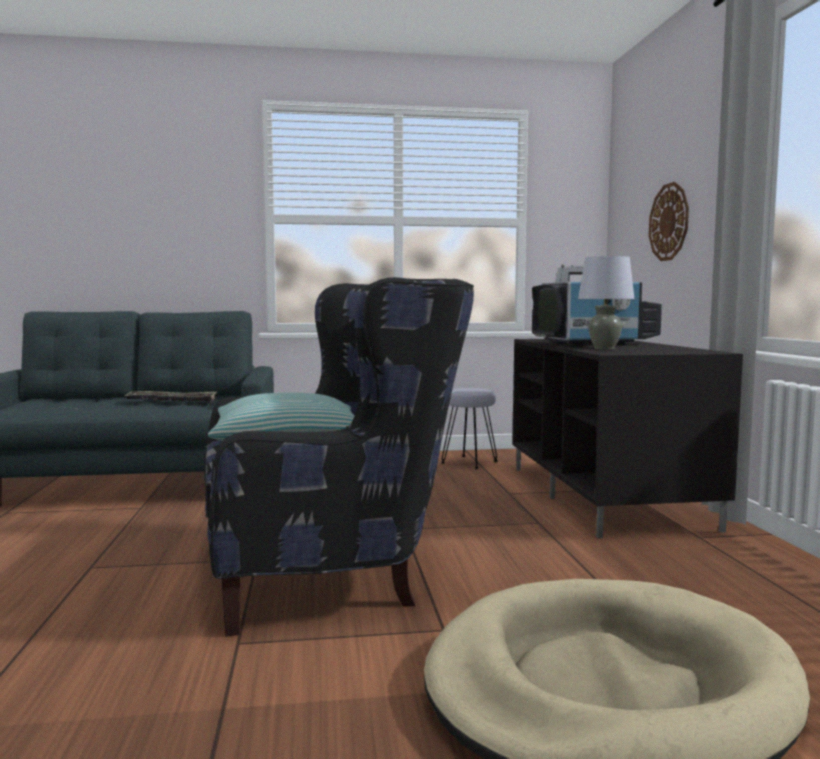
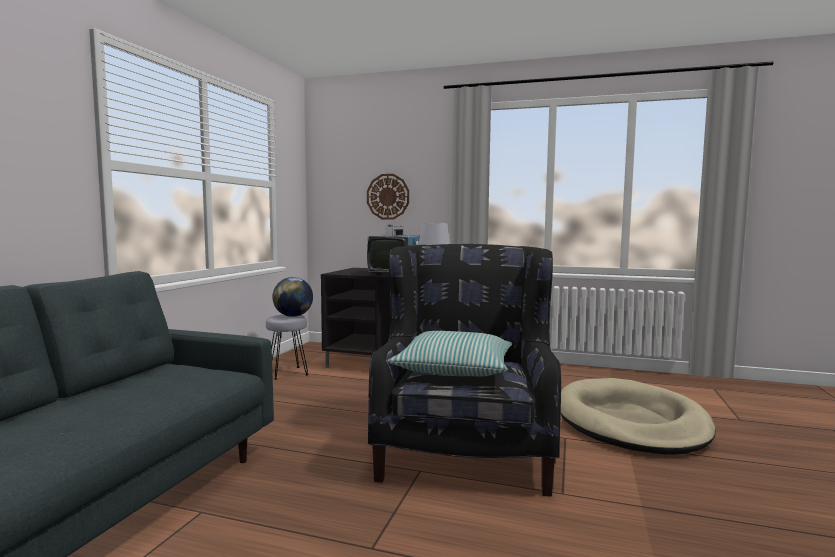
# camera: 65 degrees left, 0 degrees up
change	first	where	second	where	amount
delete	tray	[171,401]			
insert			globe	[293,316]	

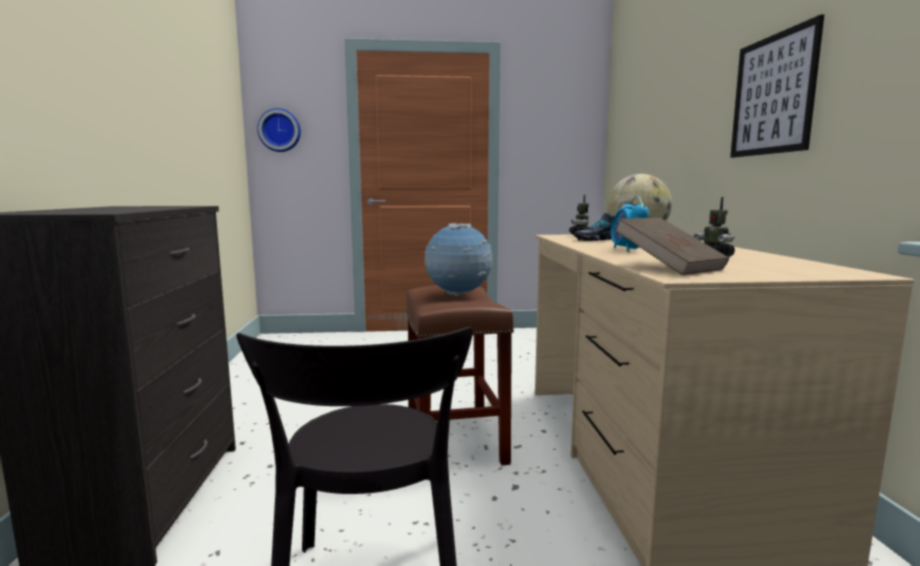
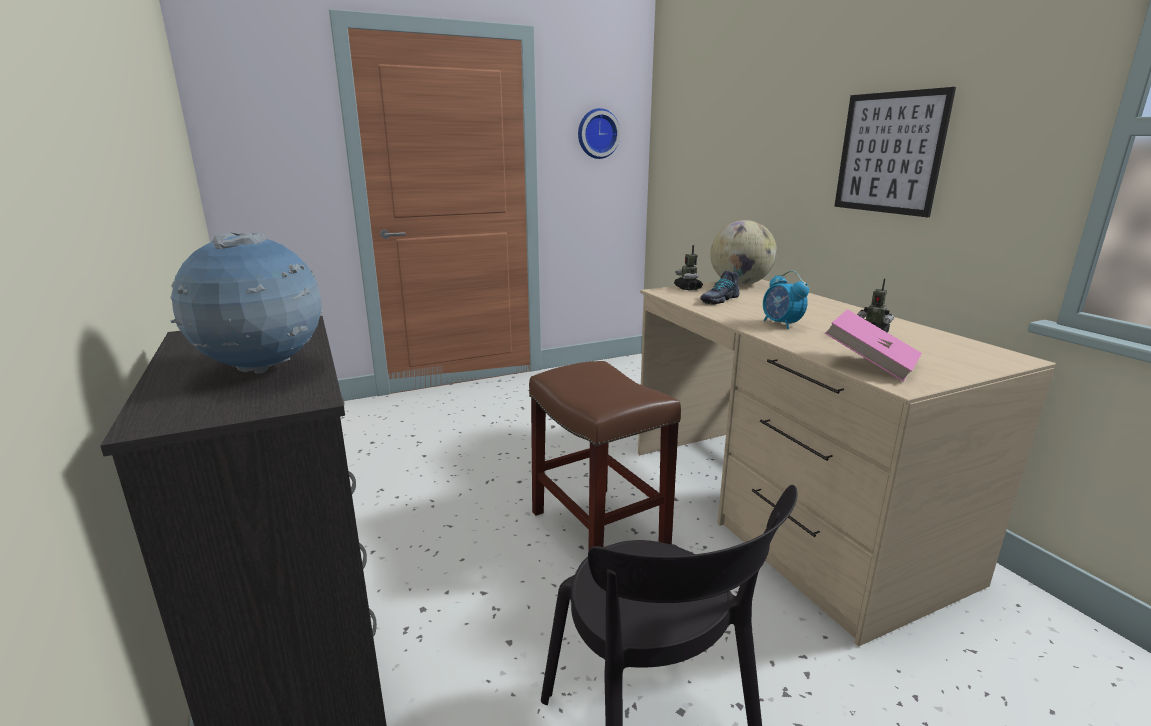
# camera: 20 degrees left, 10 degrees up
change	first	where	second	where	amount
move	wall clock	[280,130]		[597,134]	
recolor	book/brown	[669,267]	book/pink	[869,364]	
move	globe	[458,296]		[263,370]	

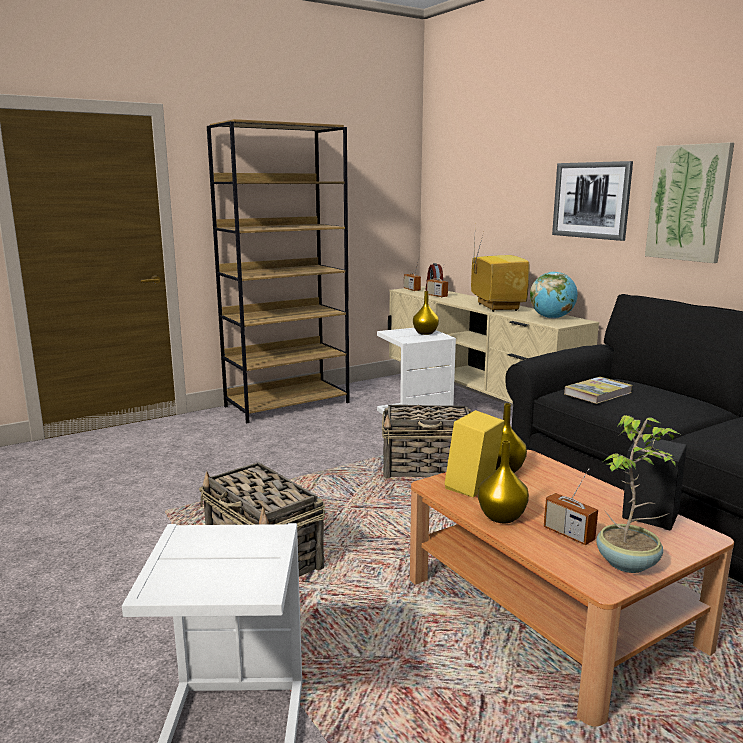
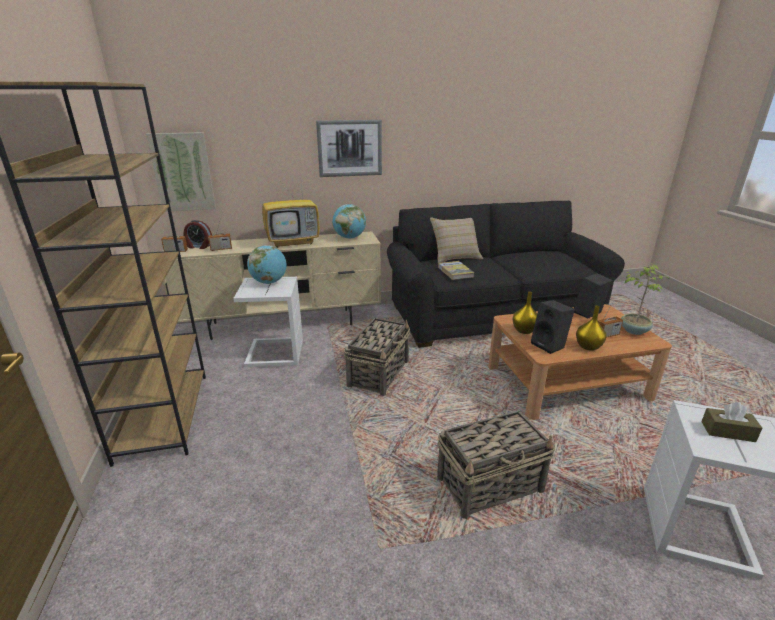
# camera: 70 degrees left, 10 degrees up
change	first	where	second	where	amount
move	picture	[688,203]		[183,172]	
rotate	television	[495,307]		[294,242]	150 degrees clockwise
replace	vase/yellow	[425,333]	globe	[269,282]	
recolor	speaker/yellow	[473,488]	speaker/black	[549,345]	
insert			pillow/beige	[455,257]	
insert			tissue box/brown	[727,431]	

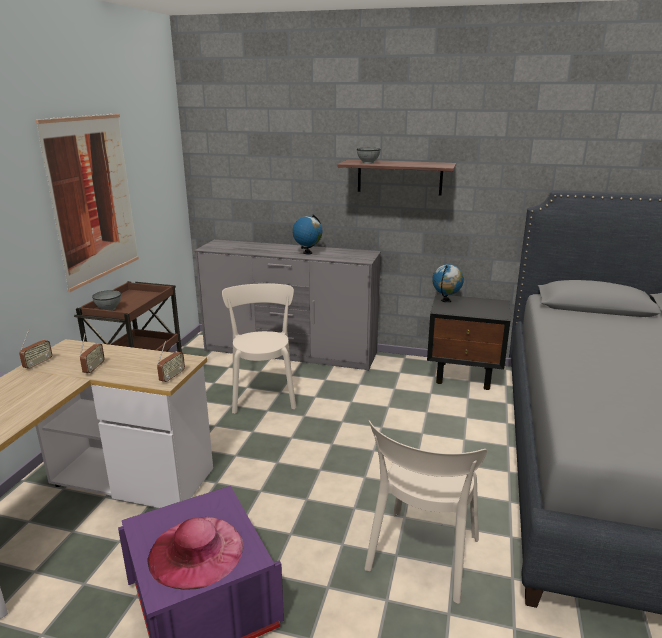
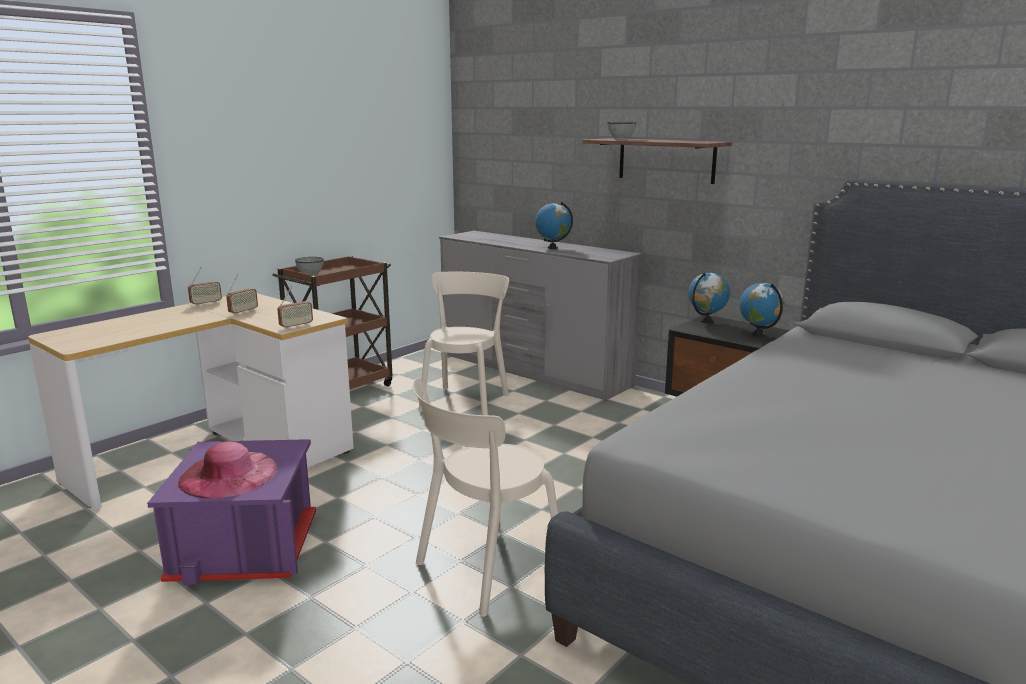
# camera: 25 degrees right, 5 degrees down
change	first	where	second	where	amount
delete	picture	[93,198]			
insert			globe	[758,334]	

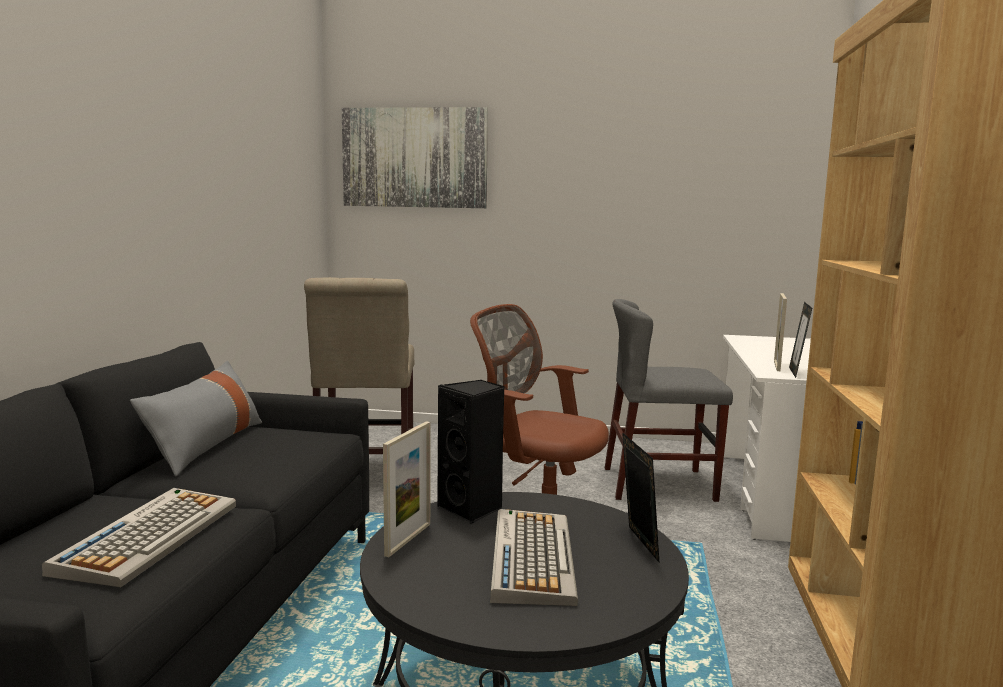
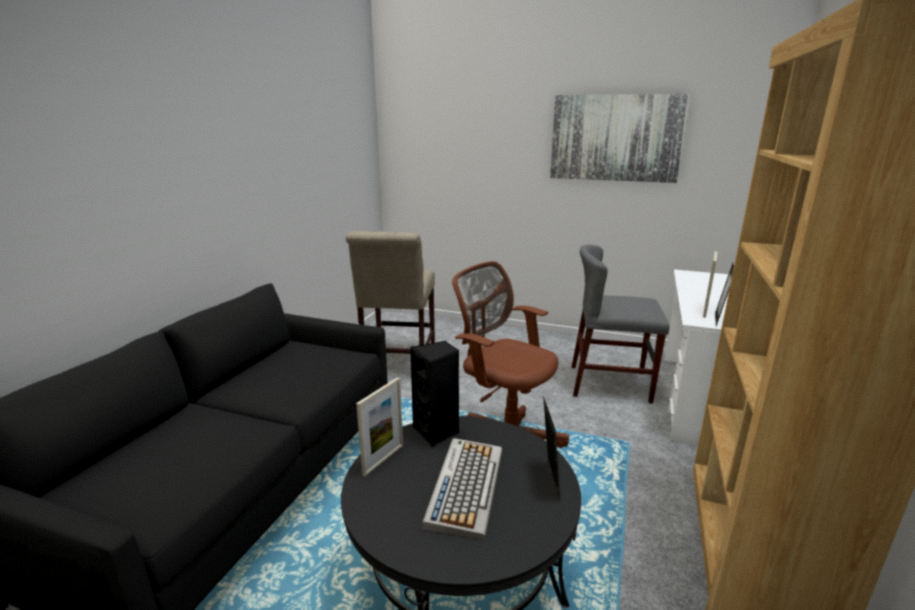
# camera: 10 degrees right, 10 degrees up
change	first	where	second	where	amount
move	picture	[414,158]		[615,138]	
delete	pillow/grey	[206,445]			
delete	keyboard	[149,536]			

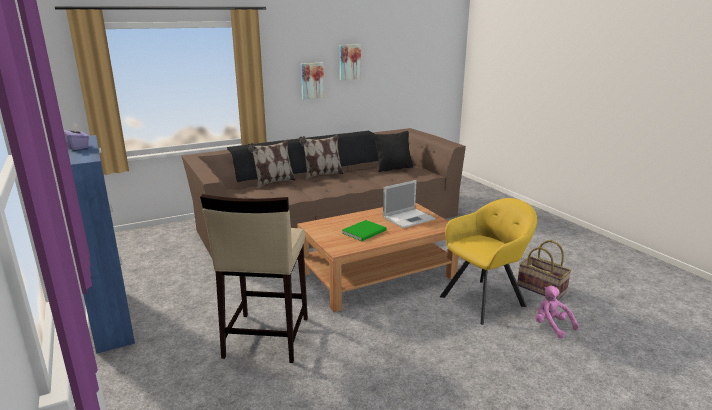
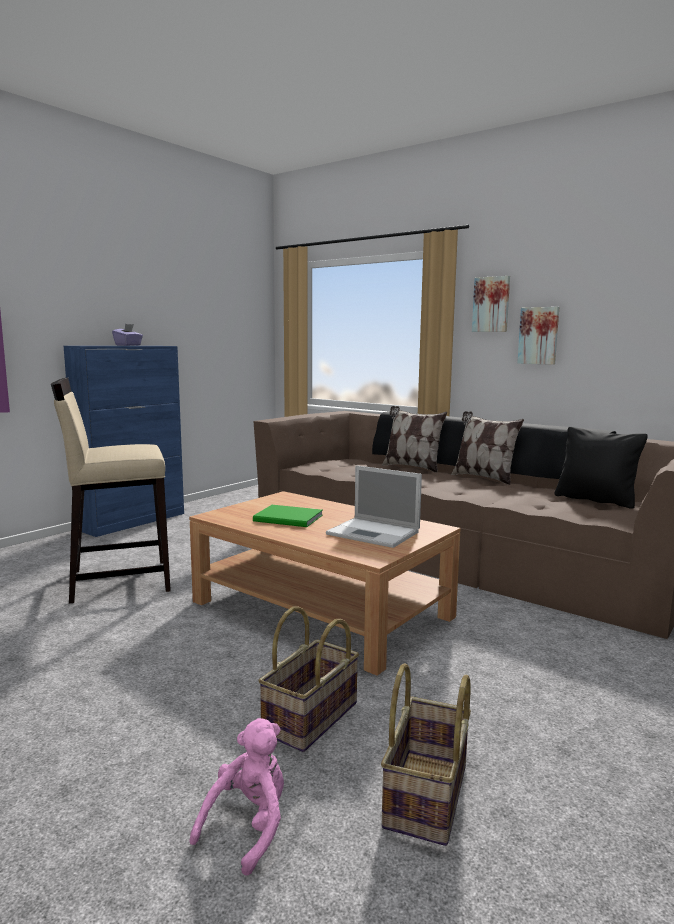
# camera: 65 degrees right, 10 degrees down
change	first	where	second	where	amount
move	picture	[349,62]		[491,304]	
replace	armchair/yellow	[485,300]	basket	[311,719]	

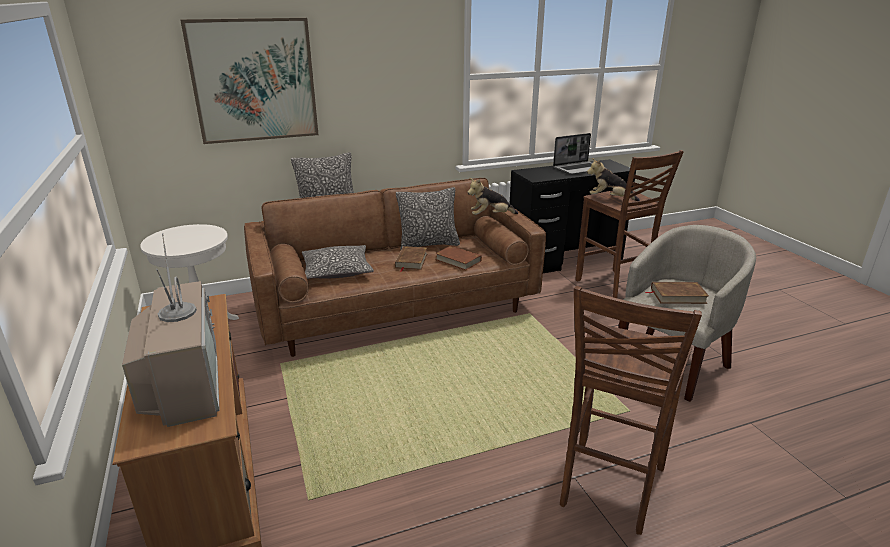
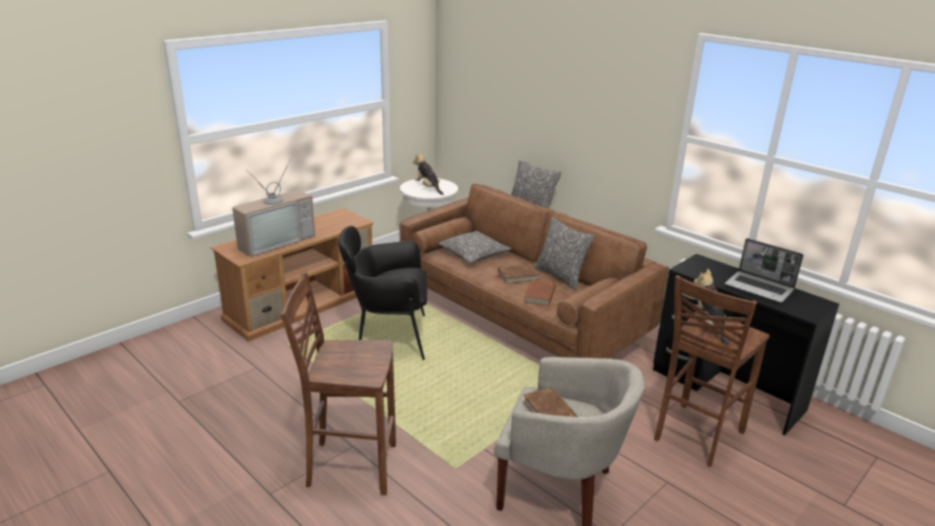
# camera: 65 degrees right, 0 degrees up
change	first	where	second	where	amount
delete	picture	[254,81]			
move	plush toy	[490,216]		[428,188]	
insert			armchair/black	[388,337]	

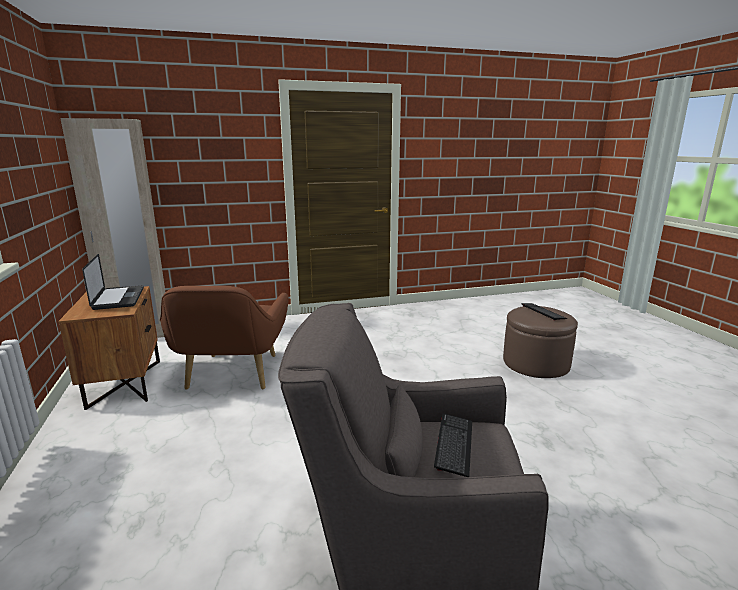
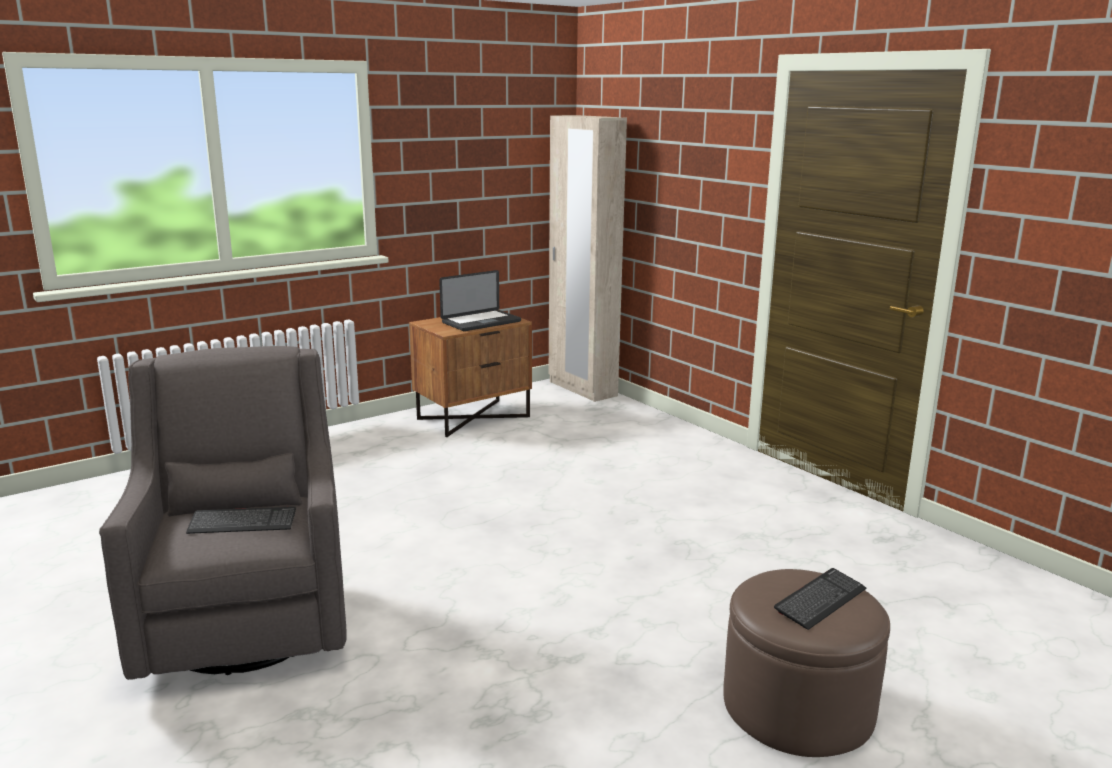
# camera: 70 degrees right, 0 degrees up
change	first	where	second	where	amount
delete	armchair/brown	[232,375]			

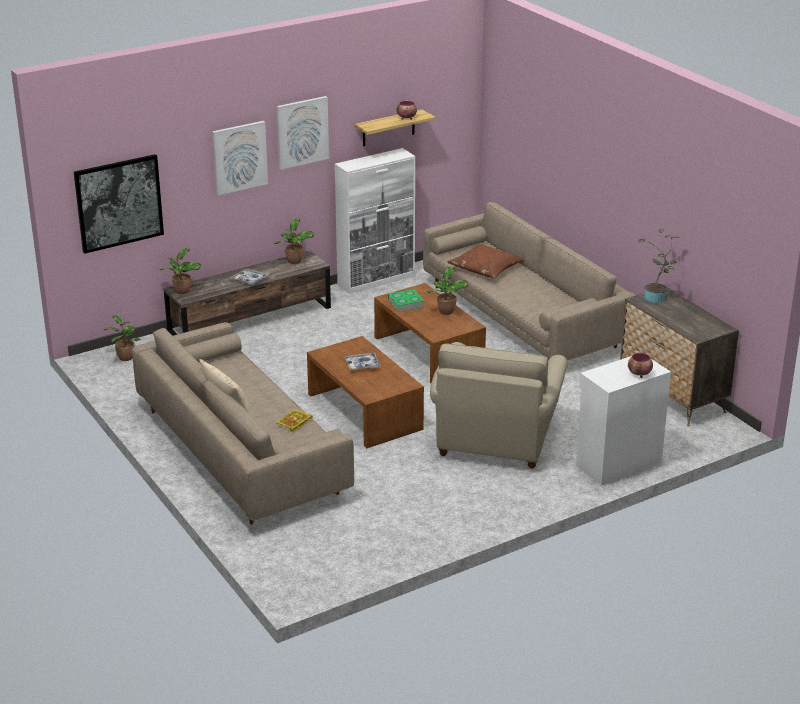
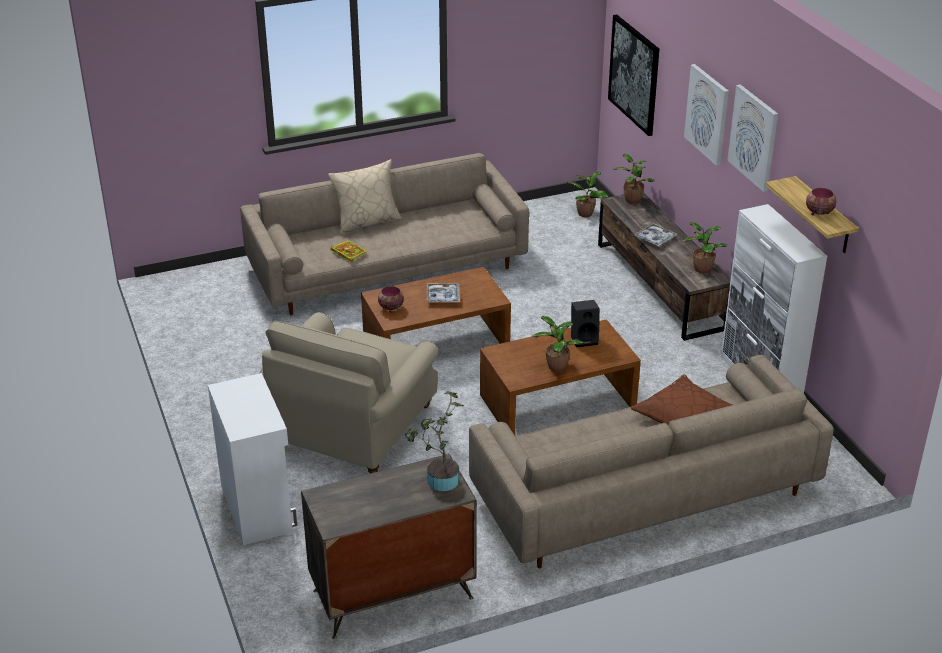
# camera: 100 degrees right, 5 degrees up
change	first	where	second	where	amount
replace	book	[405,303]	speaker/black	[584,339]	
rotate	armchair/beige	[497,435]		[354,426]	90 degrees counterclockwise
move	bowl	[639,374]		[390,308]	

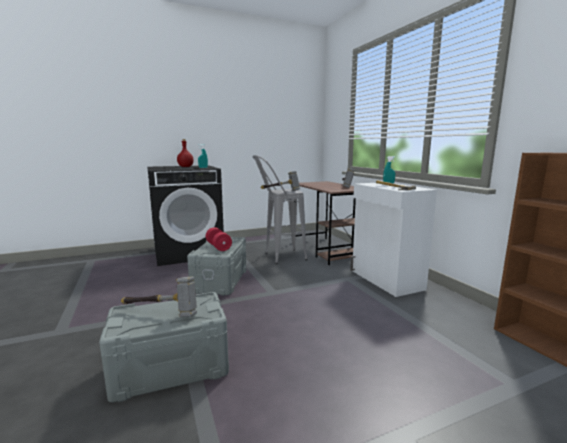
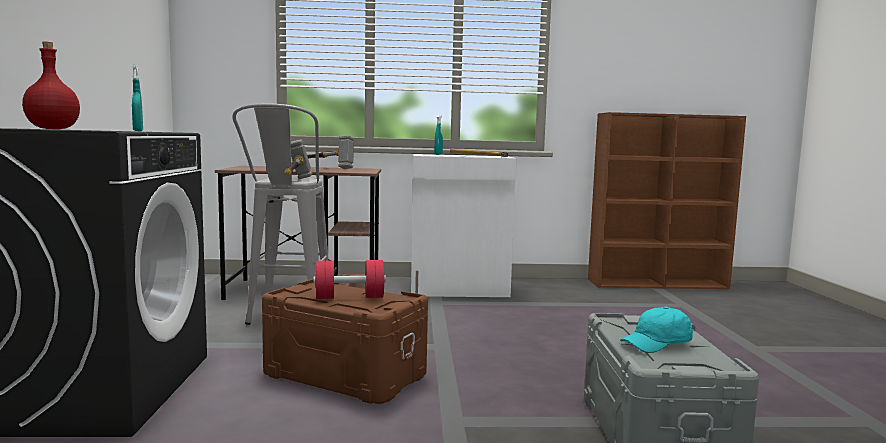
# camera: 70 degrees left, 5 degrees down
change	first	where	second	where	amount
recolor	storage box/grey	[219,281]	storage box/brown	[344,375]	
replace	hammer	[162,313]	cap/turquoise	[657,344]	

